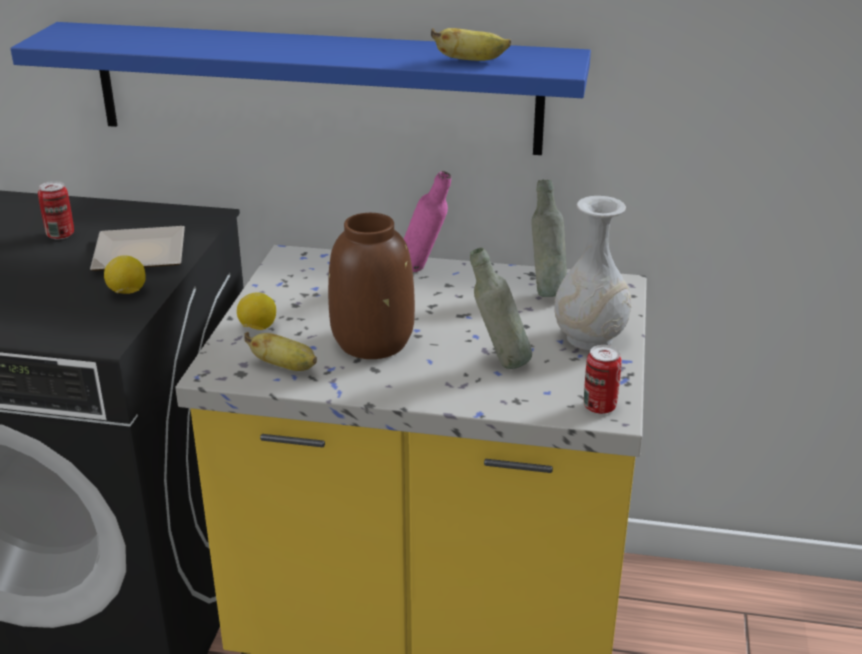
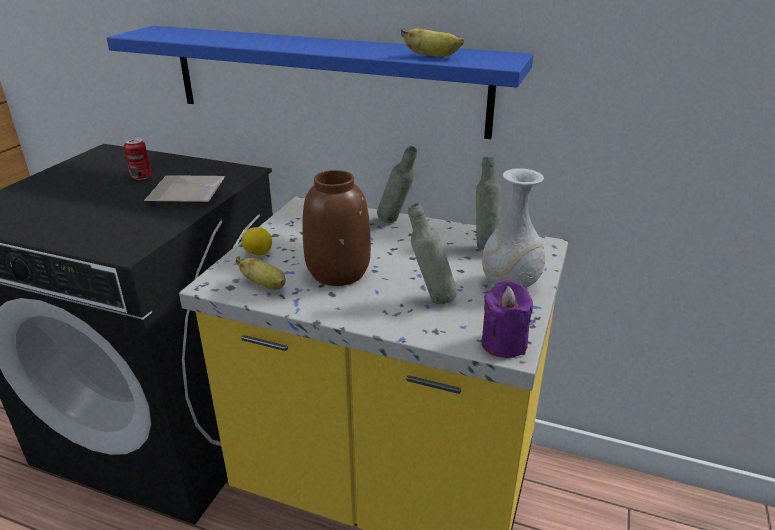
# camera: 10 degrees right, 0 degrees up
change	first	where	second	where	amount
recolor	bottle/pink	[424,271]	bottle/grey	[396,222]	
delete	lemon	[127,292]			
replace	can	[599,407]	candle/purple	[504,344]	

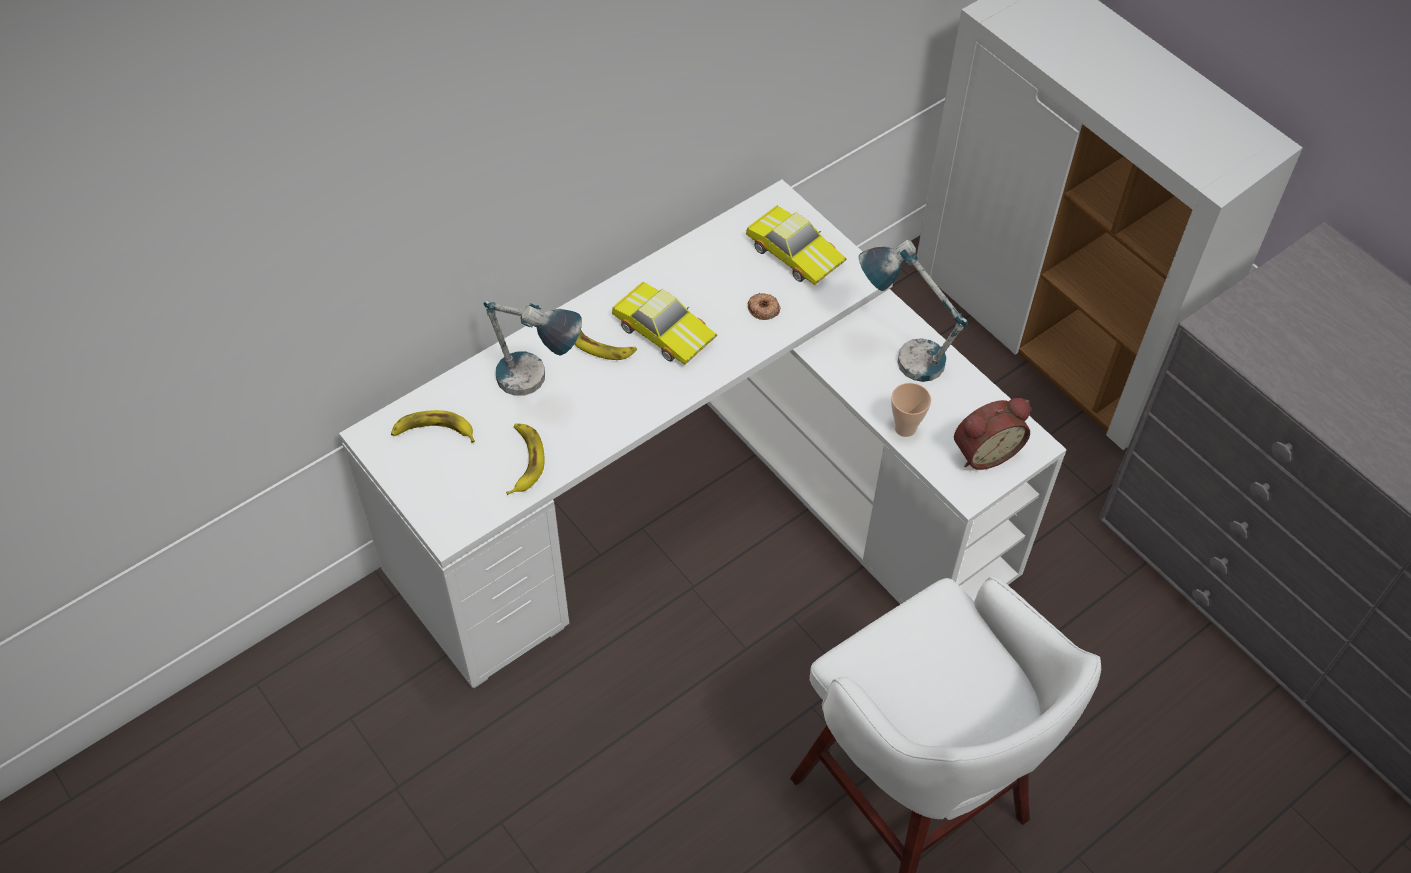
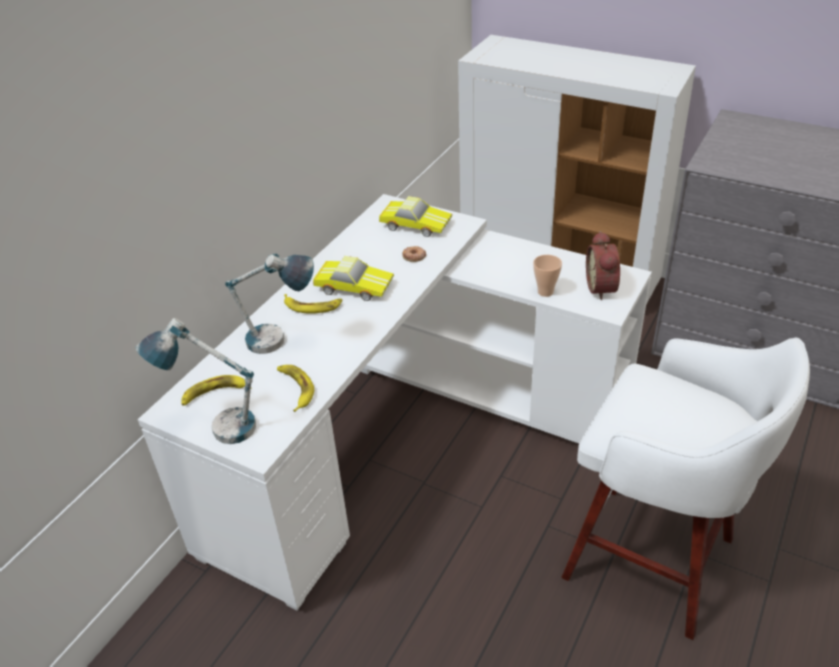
# camera: 20 degrees left, 15 degrees down
change	first	where	second	where	amount
move	table lamp	[901,355]		[215,428]	
rotate	alarm clock	[984,451]		[603,288]	135 degrees clockwise

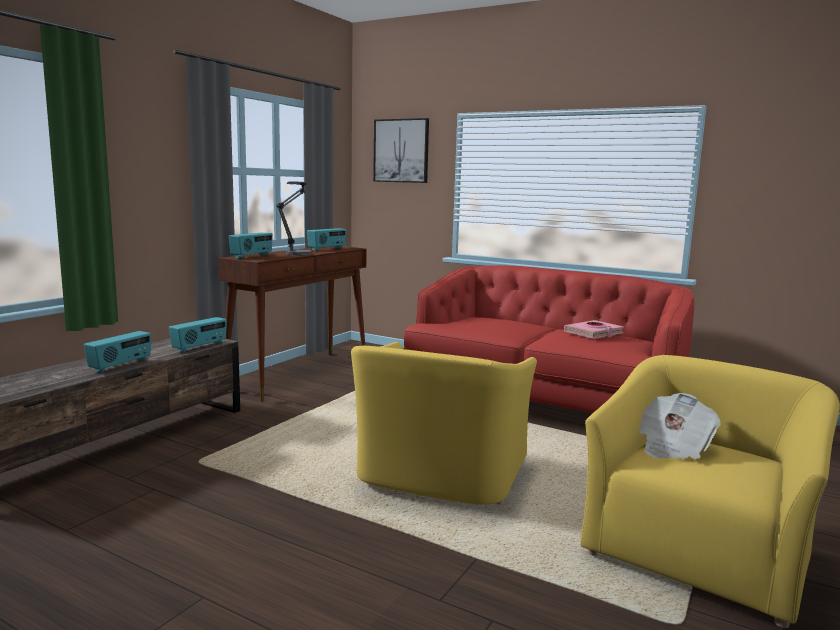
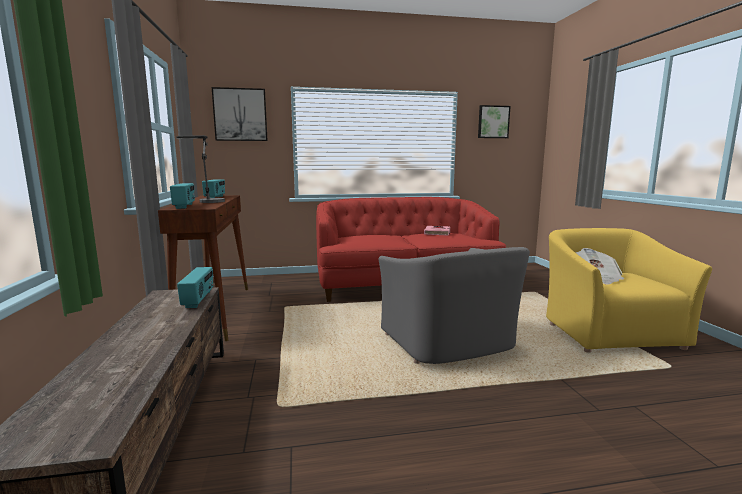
# camera: 40 degrees left, 0 degrees up
change	first	where	second	where	amount
delete	radio	[121,365]			
recolor	armchair/yellow	[440,476]	armchair/grey	[449,344]	
insert			picture	[493,122]	

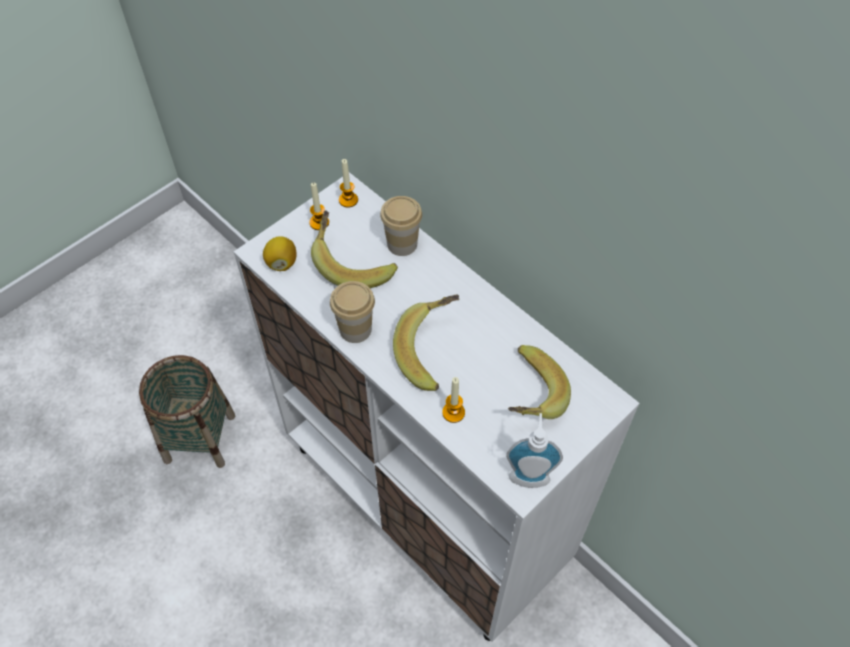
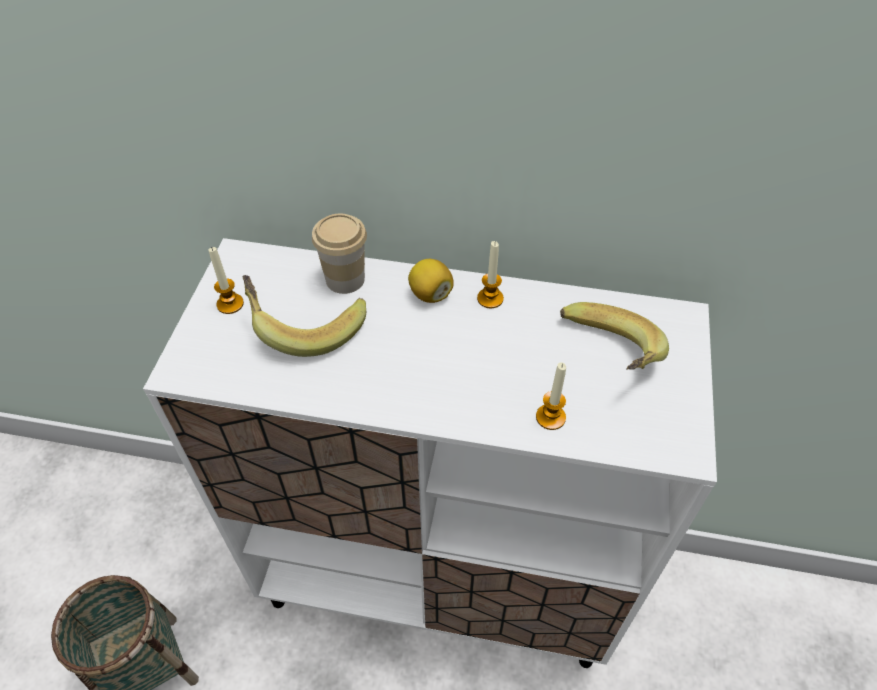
# camera: 35 degrees left, 5 degrees down
change	first	where	second	where	amount
move	candle	[348,200]		[490,298]	
move	lemon	[281,263]		[430,294]	
delete	cup	[355,329]			
delete	banana	[433,351]			
delete	soap dispenser	[529,473]			

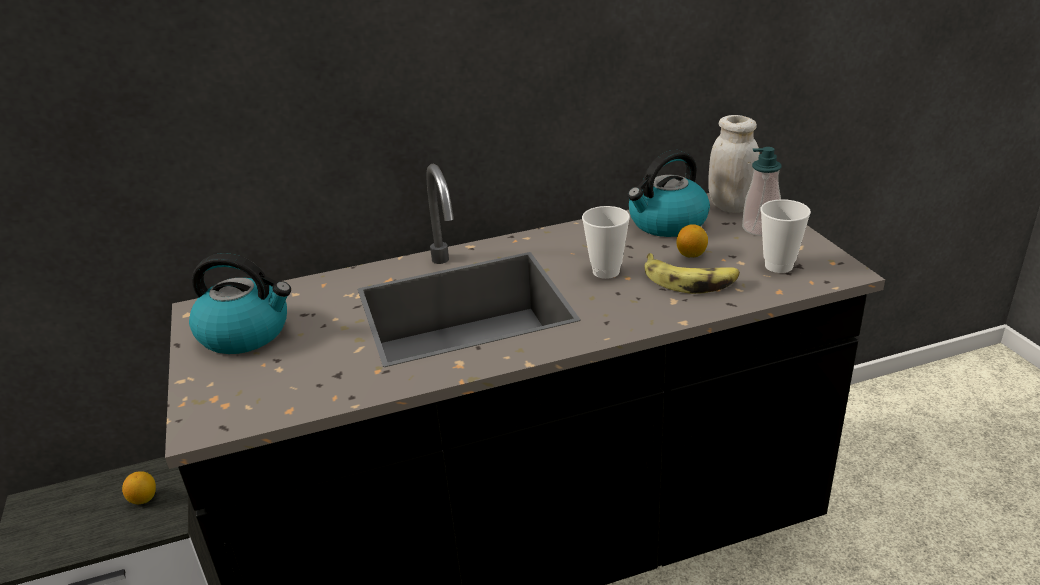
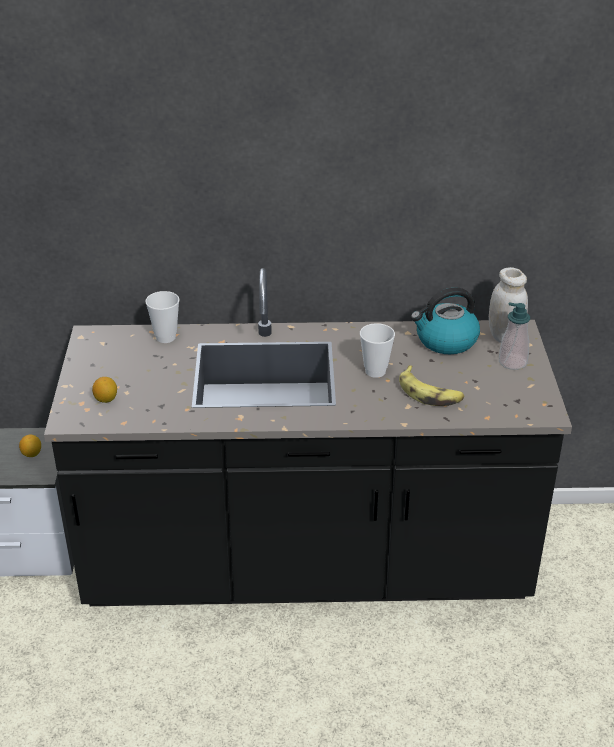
# camera: 15 degrees right, 5 degrees up
change	first	where	second	where	amount
move	cup	[778,266]		[165,337]	
move	lemon	[691,255]		[106,399]	
delete	kettle	[246,333]			

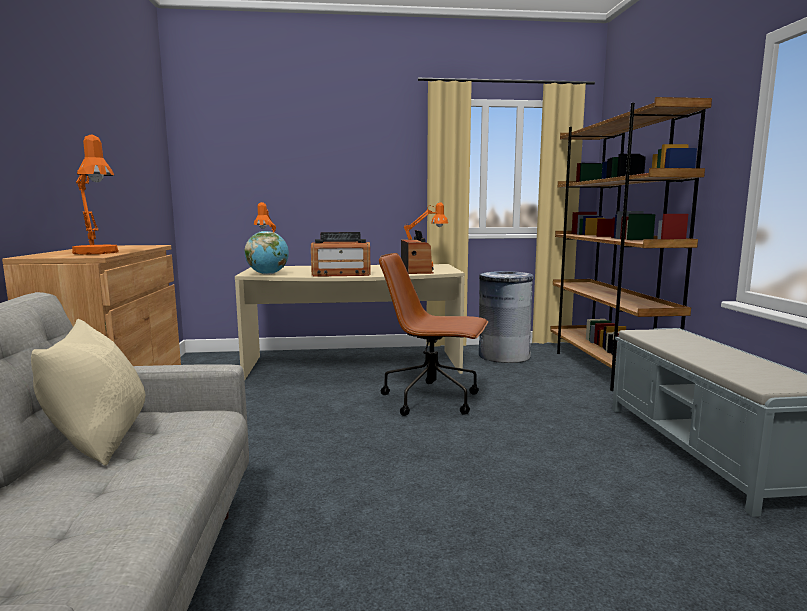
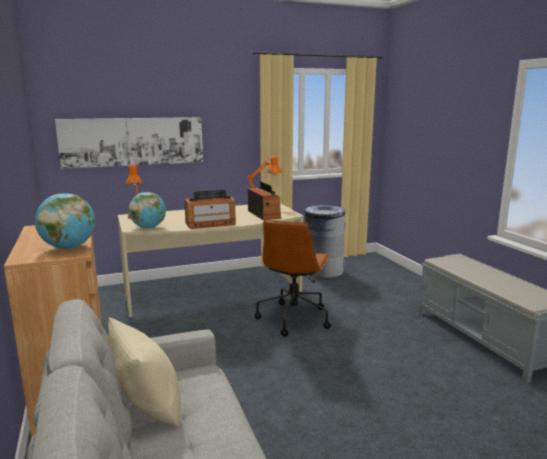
# camera: 15 degrees left, 5 degrees up
change	first	where	second	where	amount
delete	bookcase/brown	[605,369]			
replace	table lamp/orange	[98,253]	globe	[69,248]	
rotate	office chair/brown	[433,399]		[294,318]	75 degrees counterclockwise
insert			picture	[133,141]	

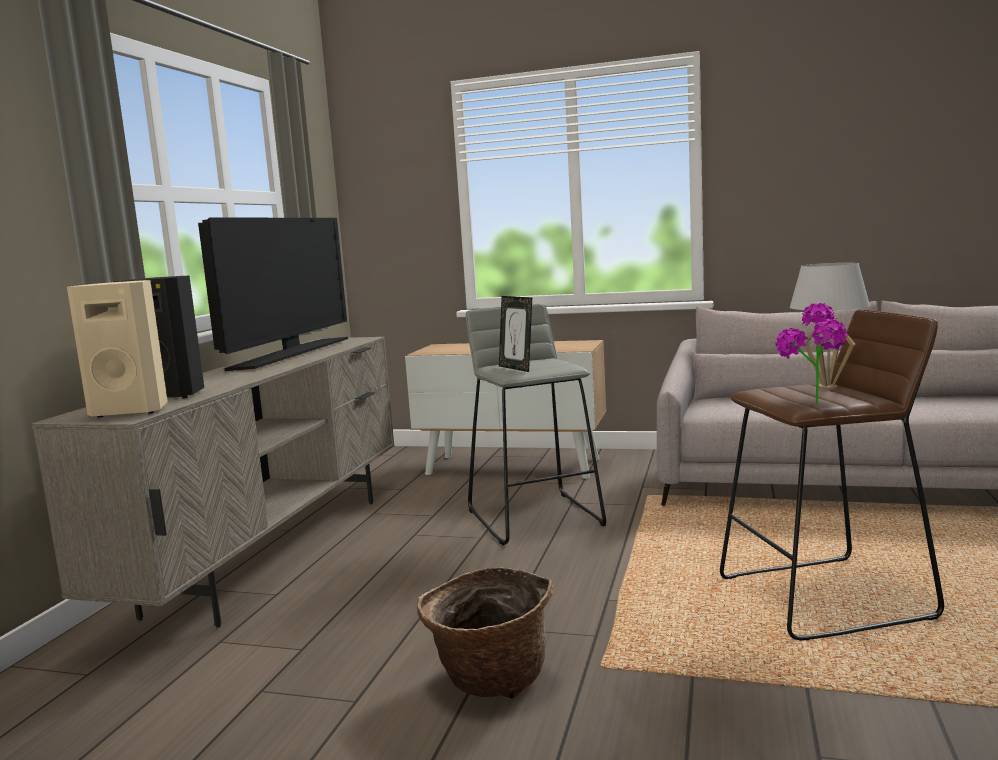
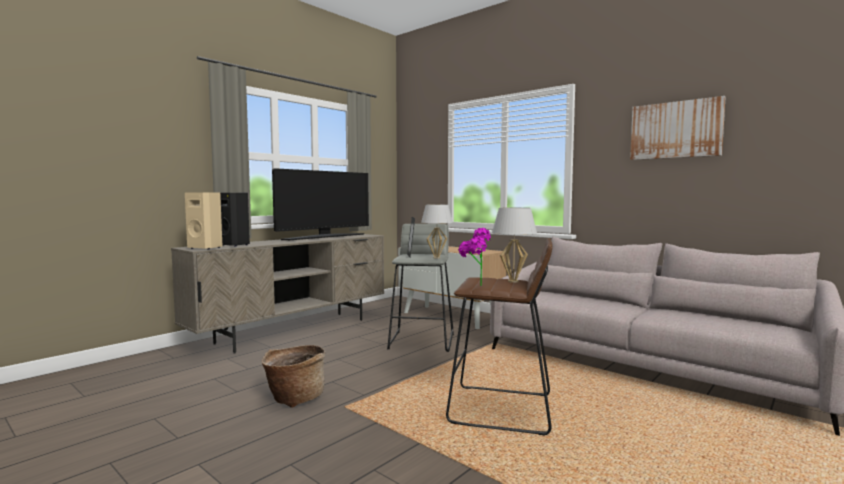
# camera: 25 degrees right, 5 degrees down
change	first	where	second	where	amount
insert			picture	[675,130]	
insert			table lamp/white	[436,258]	

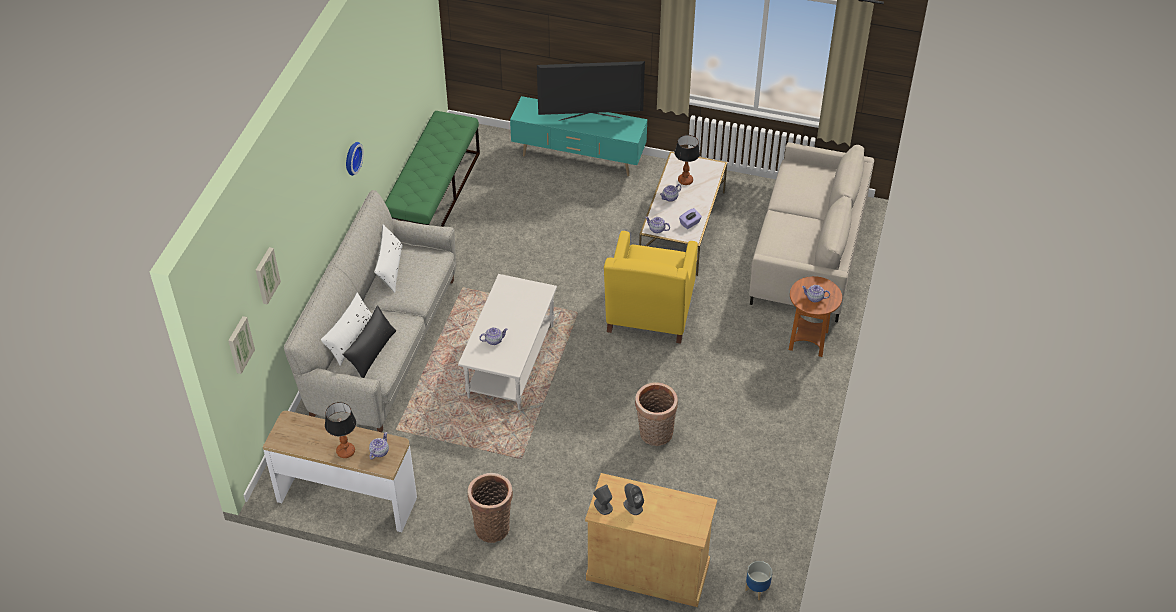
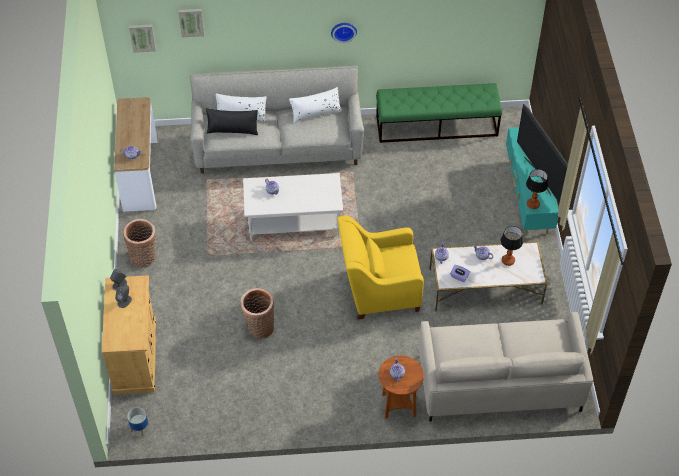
# camera: 70 degrees right, 5 degrees up
change	first	where	second	where	amount
move	table lamp	[345,452]		[532,204]	

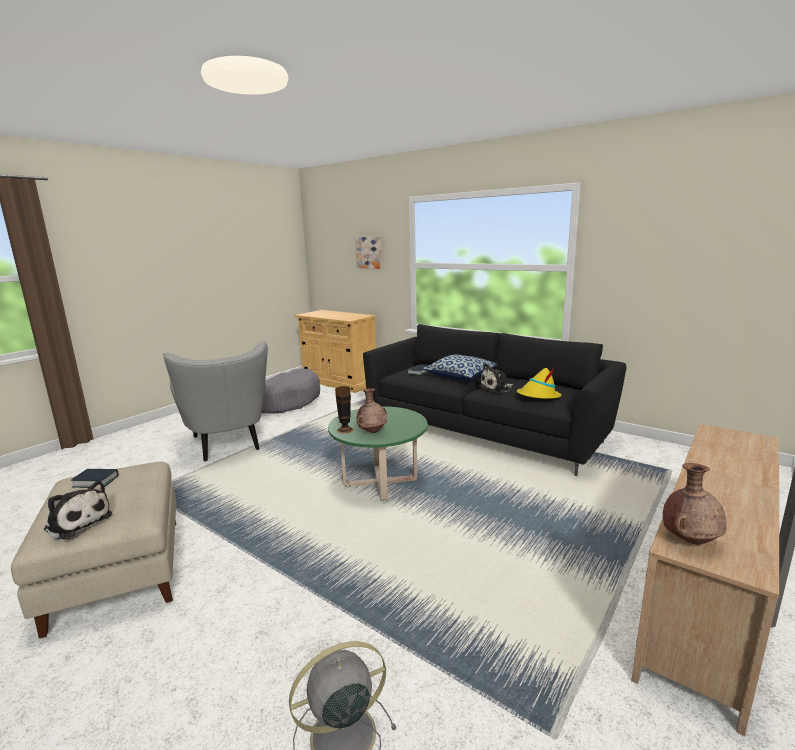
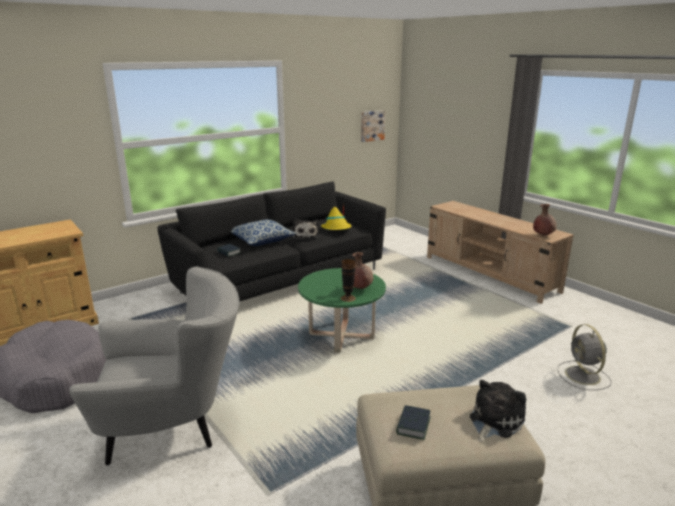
# camera: 75 degrees left, 5 degrees up
change	first	where	second	where	amount
move	picture	[369,252]		[372,125]	

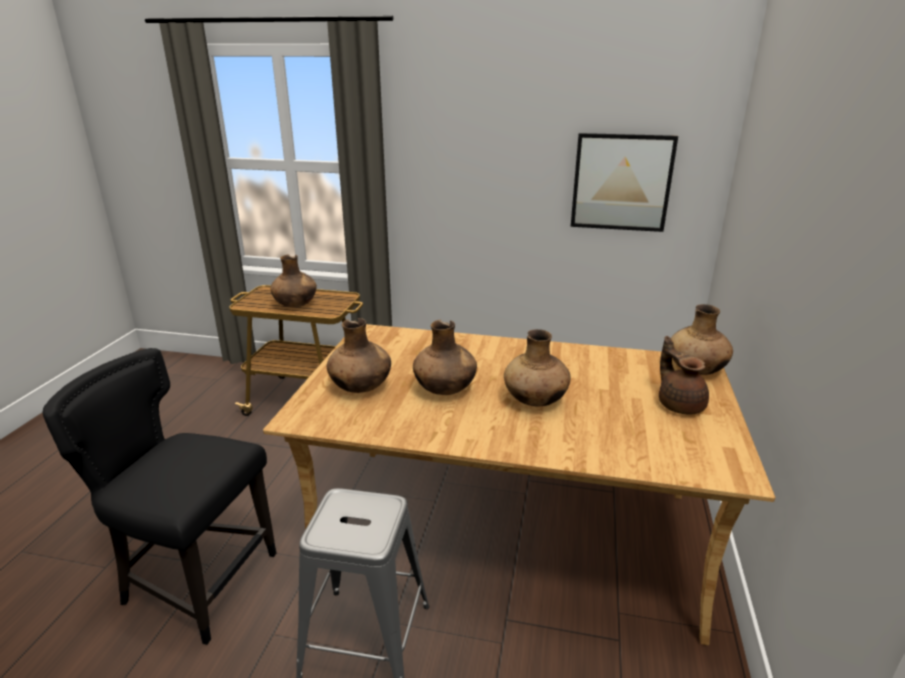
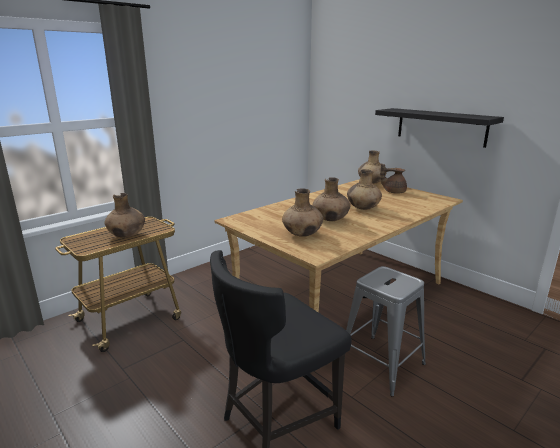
# camera: 55 degrees left, 5 degrees down
change	first	where	second	where	amount
delete	picture	[621,182]			
insert			shelf/black	[441,127]	

